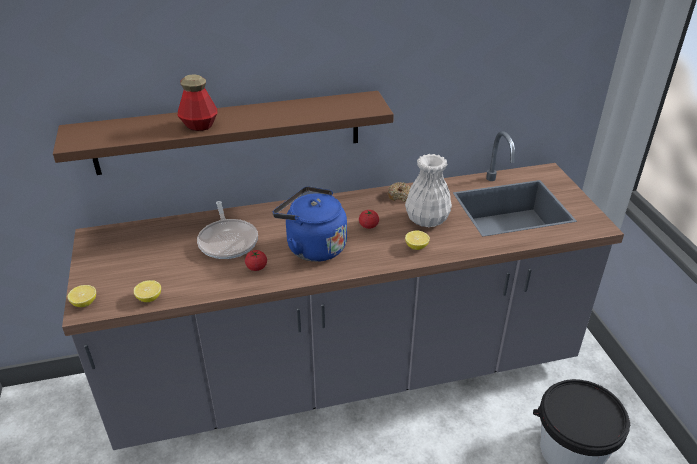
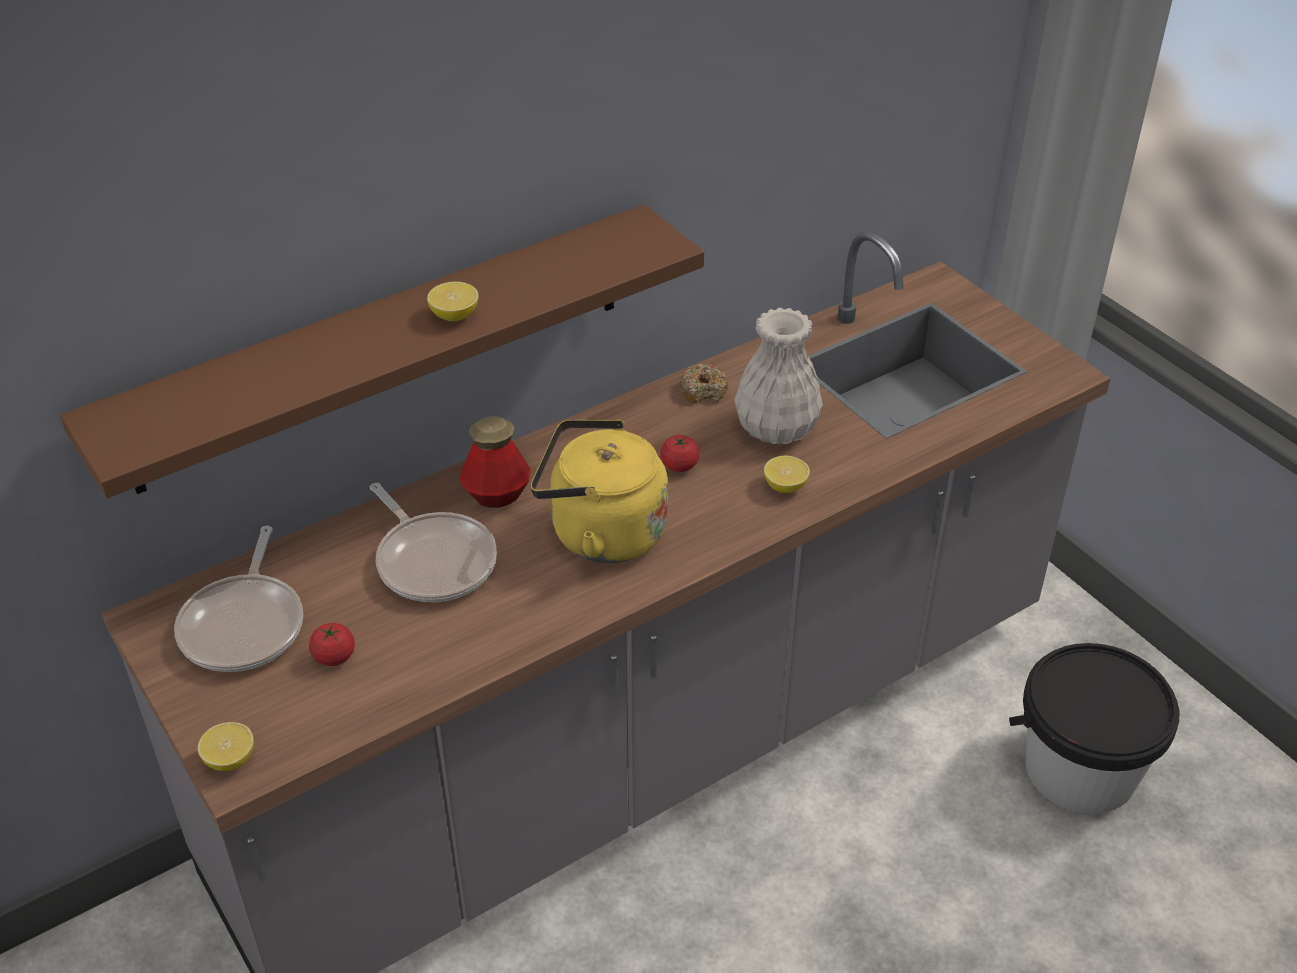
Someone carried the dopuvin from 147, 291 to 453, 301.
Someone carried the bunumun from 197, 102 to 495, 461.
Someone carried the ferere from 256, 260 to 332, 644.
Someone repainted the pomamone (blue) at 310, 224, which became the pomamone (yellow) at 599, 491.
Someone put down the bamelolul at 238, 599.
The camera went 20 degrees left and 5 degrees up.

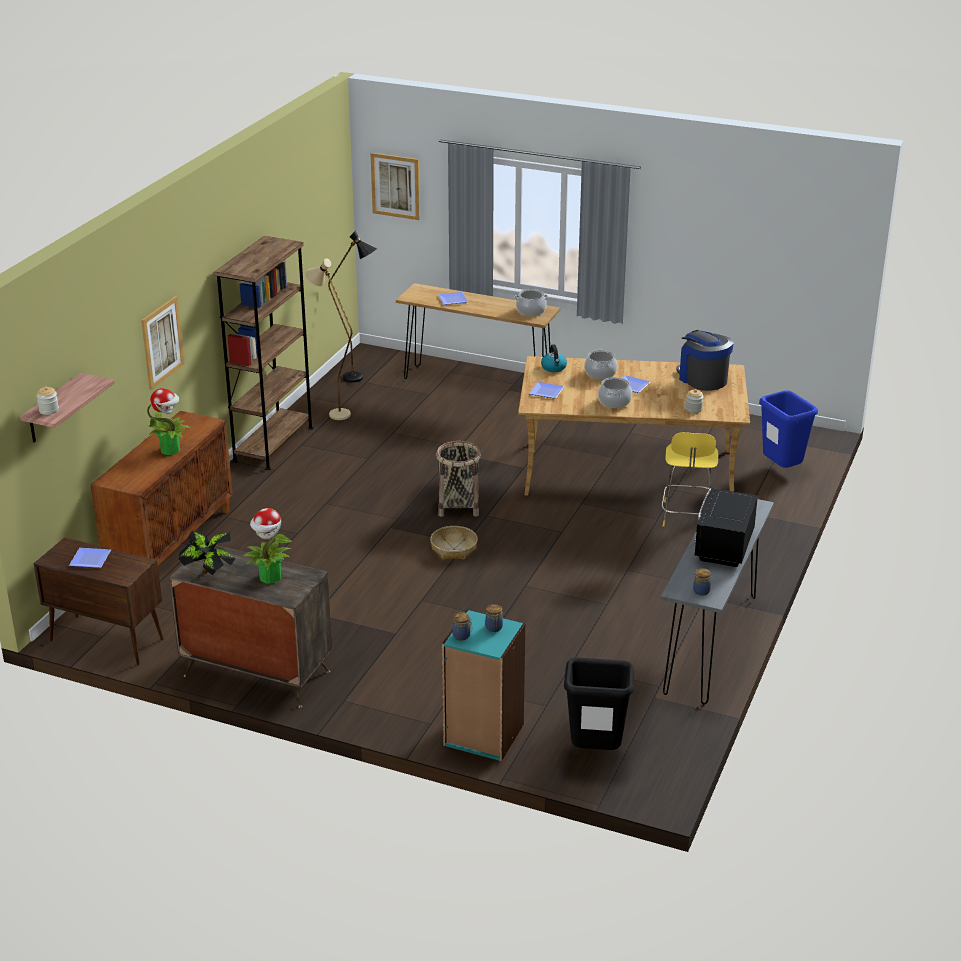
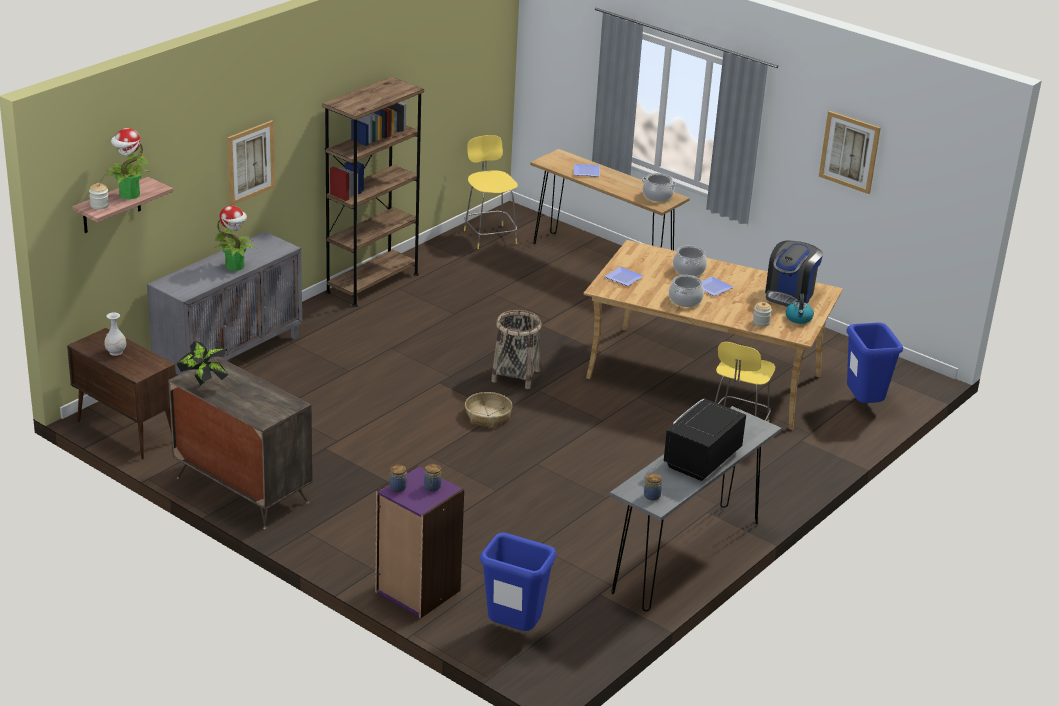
Someone swapped the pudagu at 90, 558 for the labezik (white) at 115, 334.
Someone repainted the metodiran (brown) at 162, 488, which became the metodiran (grey) at 224, 303.
Someone carried the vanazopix from 267, 546 to 128, 163.
Someone took away the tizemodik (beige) at 328, 339.
Someone swapped the tizemodik (black) at 352, 307 for the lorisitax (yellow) at 491, 192.
Someone carried the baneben from 395, 186 to 850, 152.
Someone repainted the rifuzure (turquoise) at 483, 685, which became the rifuzure (purple) at 419, 541.
Someone carried the pomamone from 554, 358 to 800, 308.
Someone repainted the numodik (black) at 599, 703, which became the numodik (blue) at 518, 581.
Someone rotated the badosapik at 705, 360 by 135 degrees counterclockwise.
The camera went 15 degrees right and 0 degrees up.

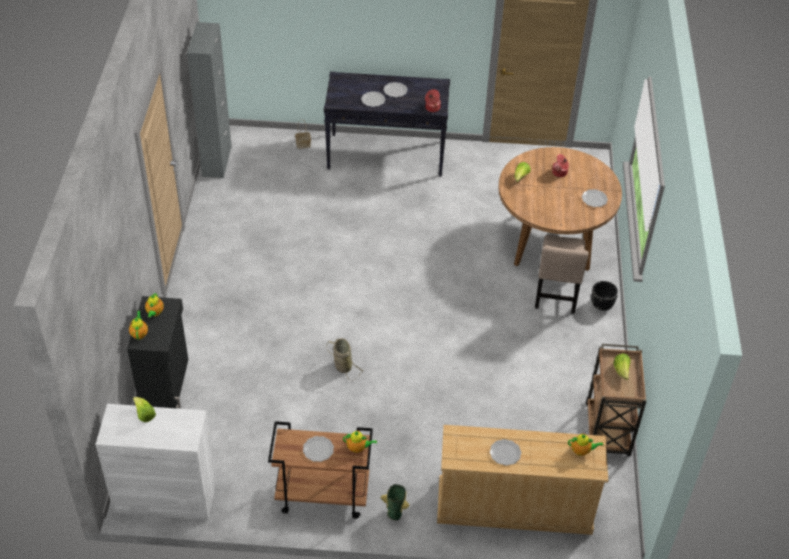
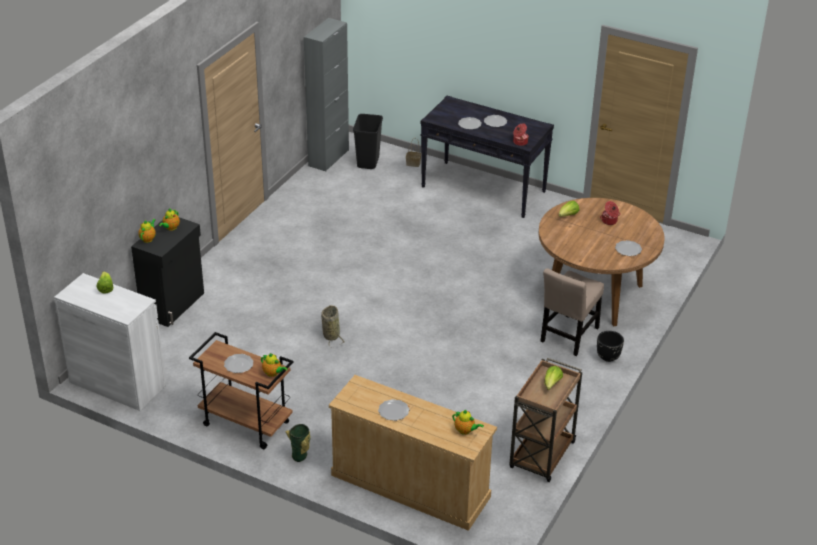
Someone put down the numodik (black) at 368, 141.
The camera went 25 degrees right and 10 degrees down.

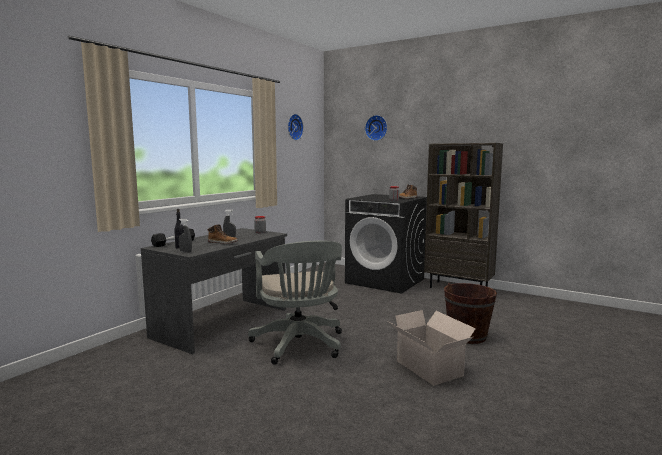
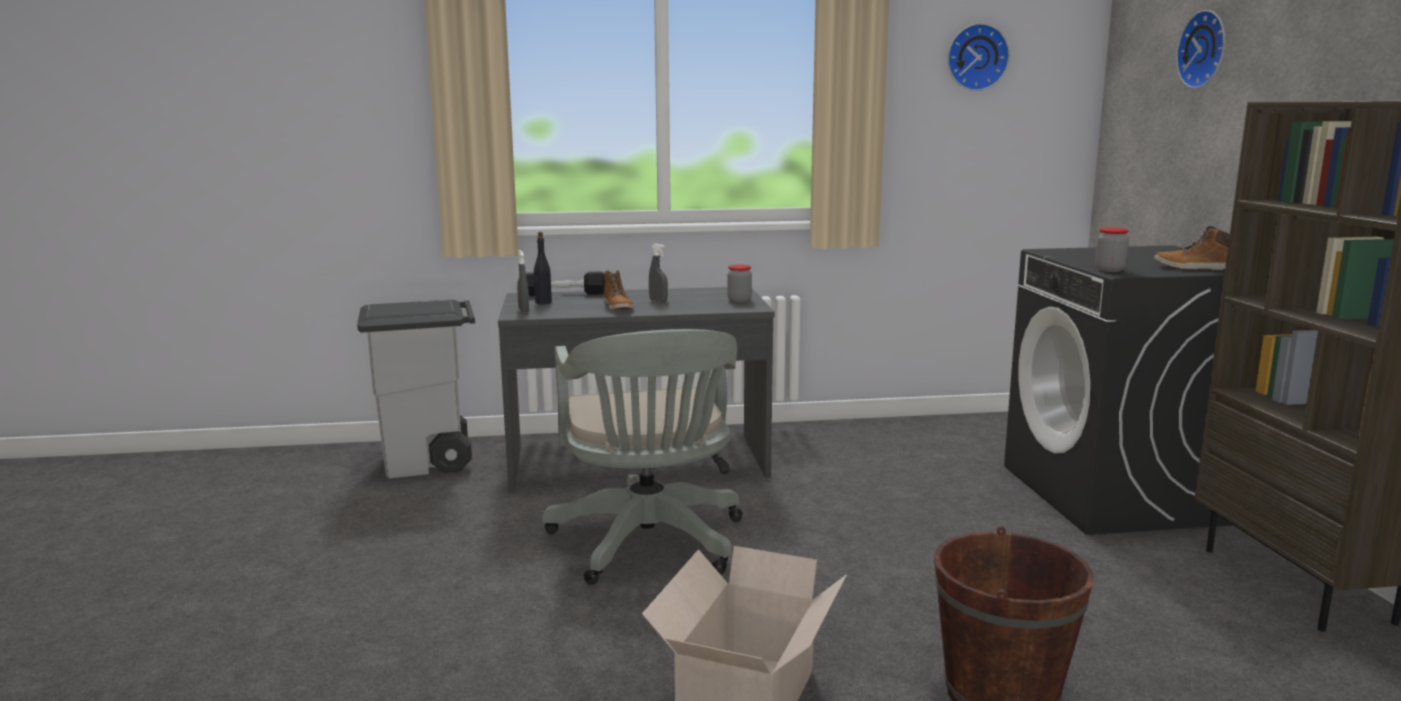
Someone rotated the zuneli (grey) at 295, 302 by 45 degrees counterclockwise.
Someone put down the numodik (grey) at 416, 389.
The camera went 50 degrees right and 5 degrees up.

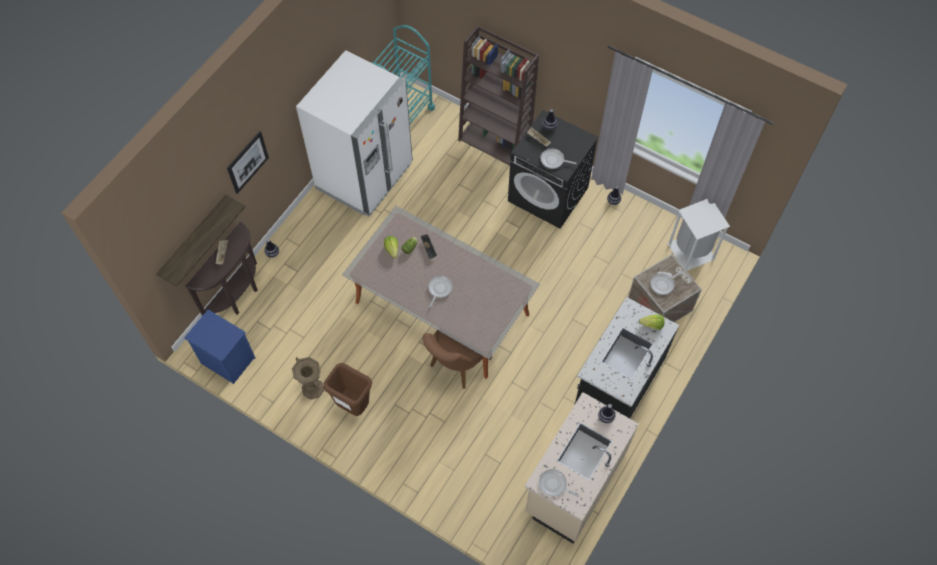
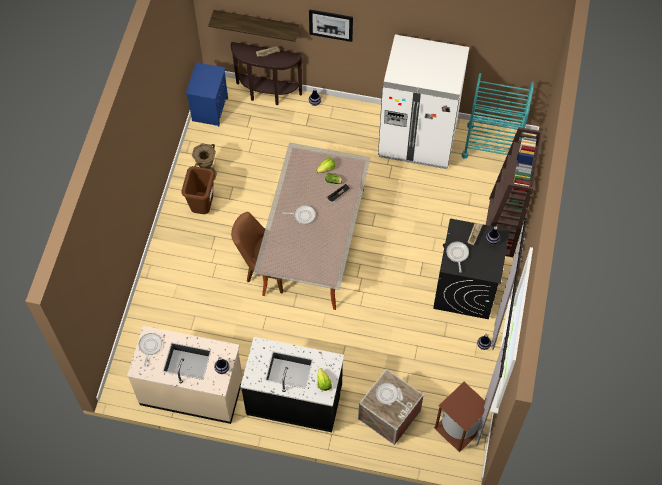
Someone repainted the numodik (white) at 698, 235, which became the numodik (brown) at 459, 417.
The camera went 70 degrees right and 0 degrees up.

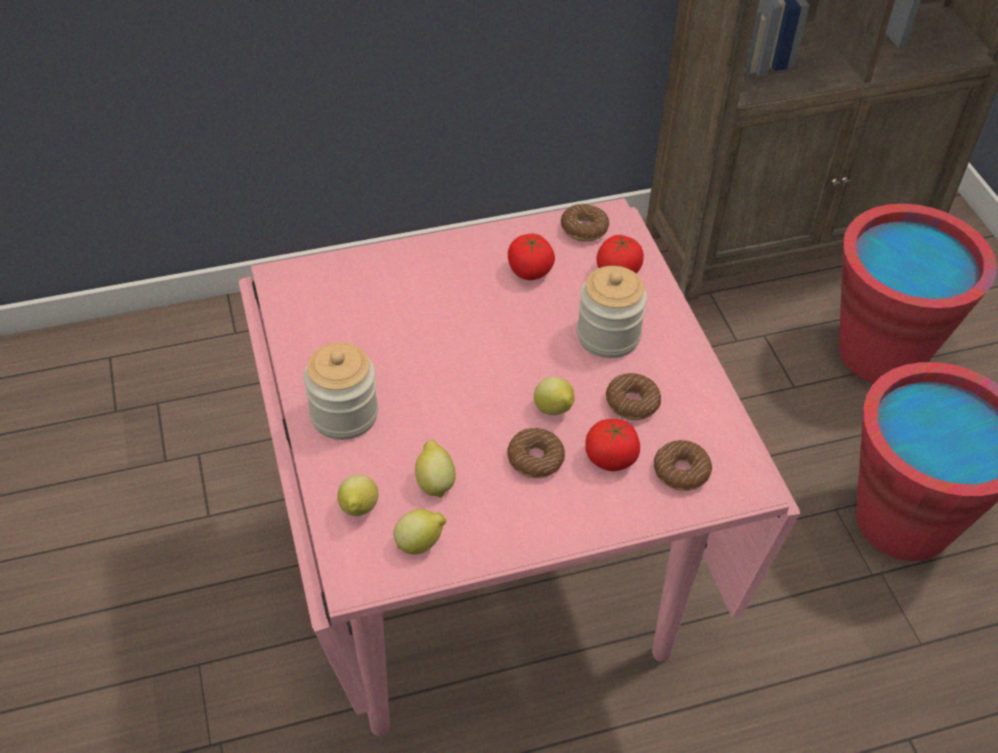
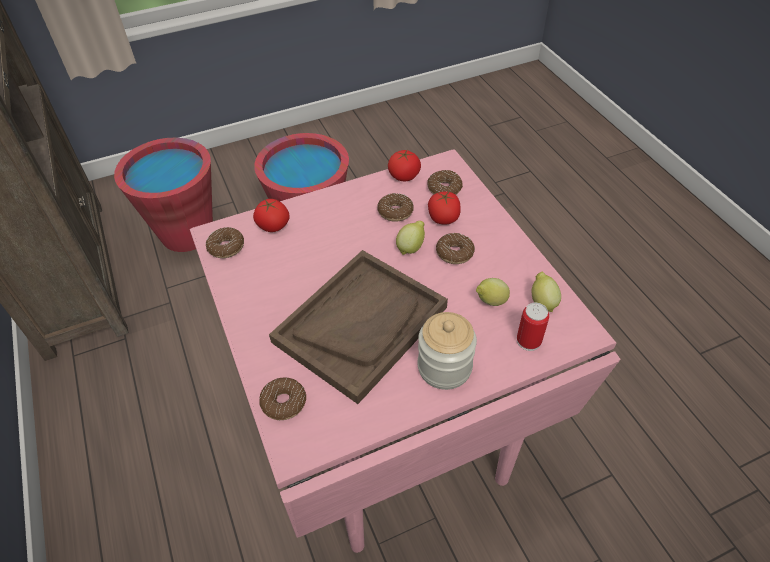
Someone swapped the dopuvin at 357, 495 for the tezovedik at 533, 327.
Someone carried the ferere from 531, 257 to 404, 165.
Someone took away the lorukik at 612, 312.
Someone put down the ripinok at 282, 399.
Someone put down the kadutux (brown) at 358, 327.
The camera went 95 degrees left and 0 degrees up.

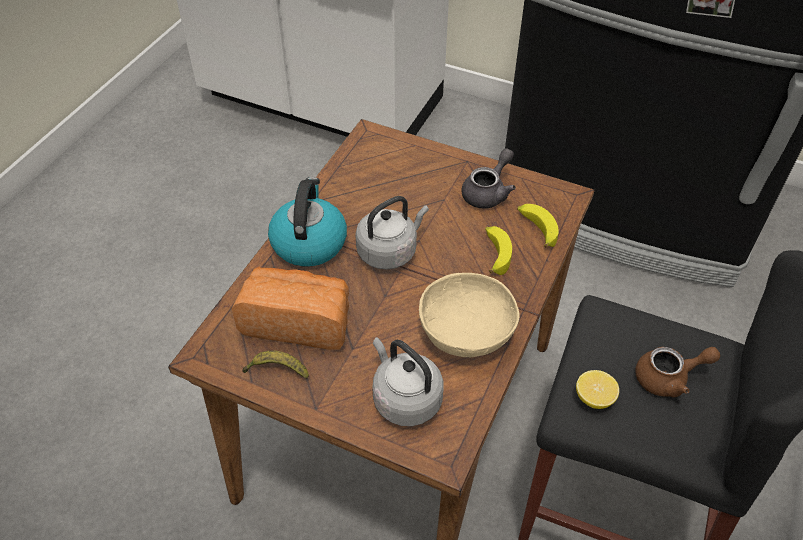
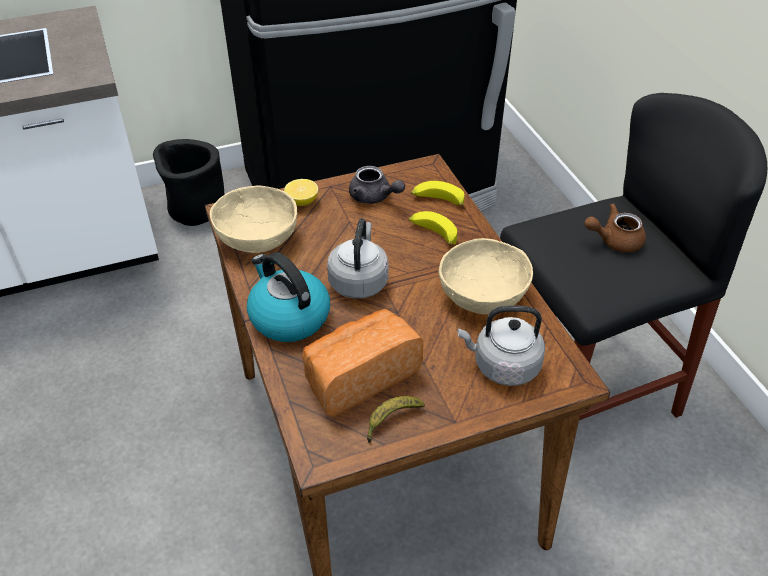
Someone rotated the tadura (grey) at 488, 178 by 135 degrees clockwise.
Someone carried the dopuvin from 597, 389 to 301, 192.
Someone rotated the tadura (brown) at 677, 372 by 135 degrees counterclockwise.
Someone put down the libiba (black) at 189, 182.
Someone put down the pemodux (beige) at 253, 219.
The camera went 45 degrees left and 5 degrees down.

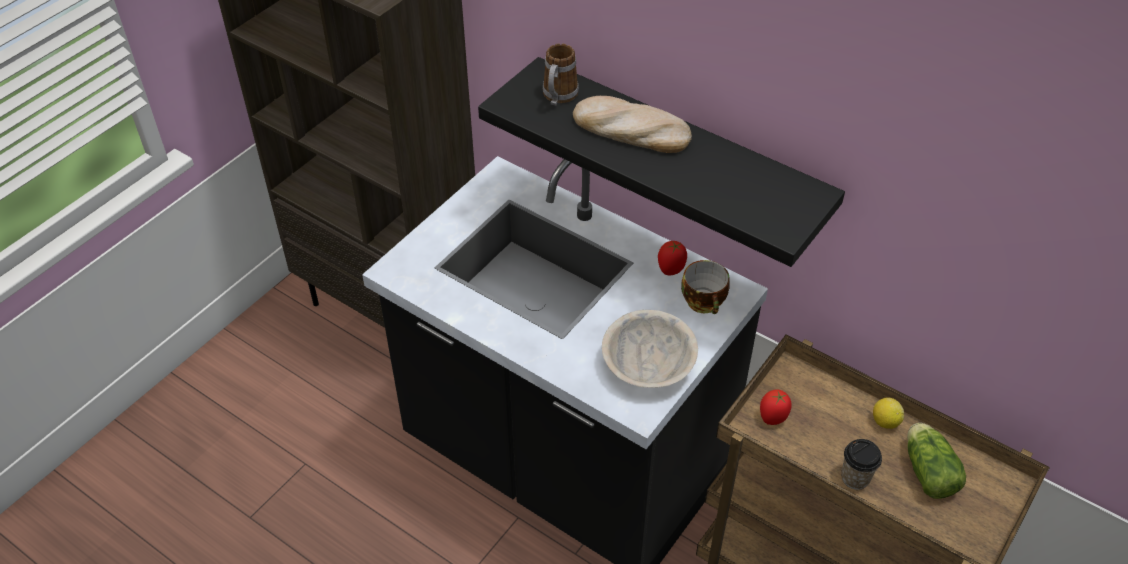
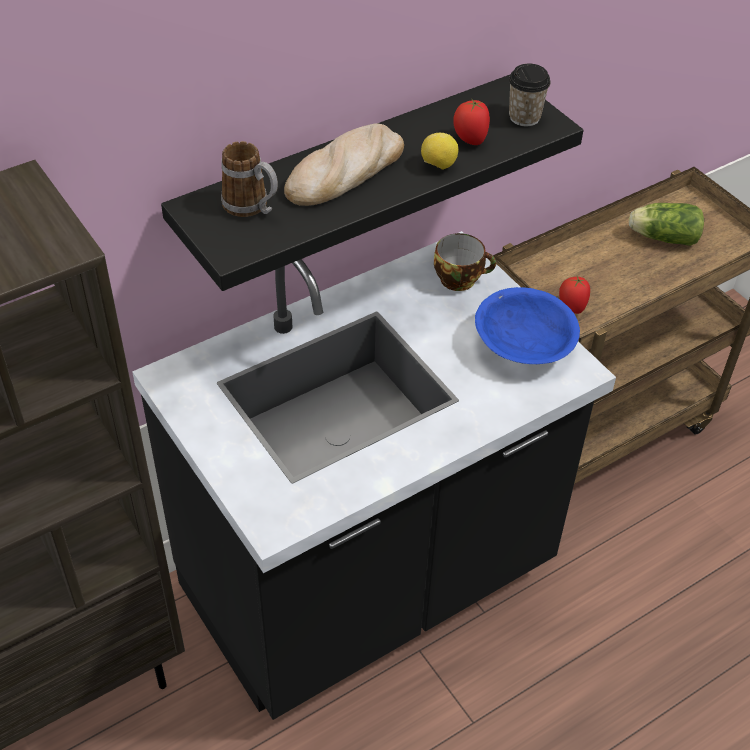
Someone repainted the pemodux (beige) at 650, 349, which became the pemodux (blue) at 527, 325.
Someone carried the ferere from 672, 258 to 471, 121.
Someone carried the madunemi from 861, 464 to 530, 95.
Someone carried the dopuvin from 888, 413 to 440, 151.
The camera went 70 degrees left and 0 degrees up.

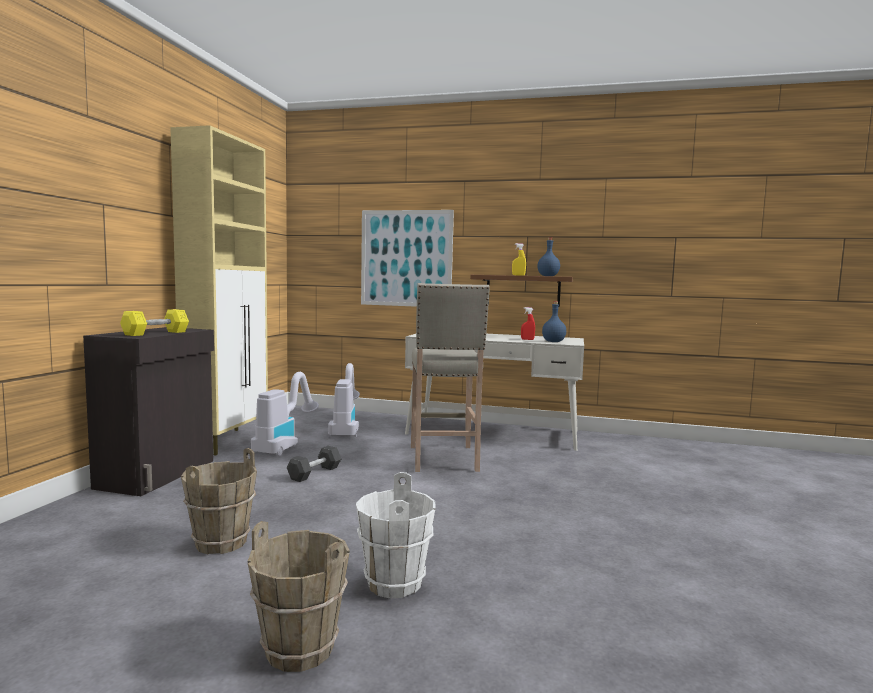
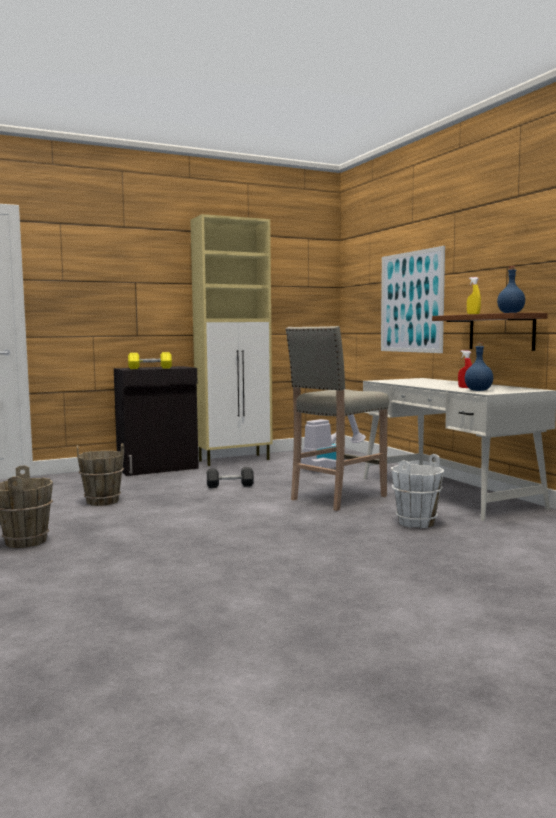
Someone took away the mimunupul at 285, 414.
Someone carried the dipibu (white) from 396, 535 to 417, 491.
The camera went 50 degrees right and 0 degrees up.

